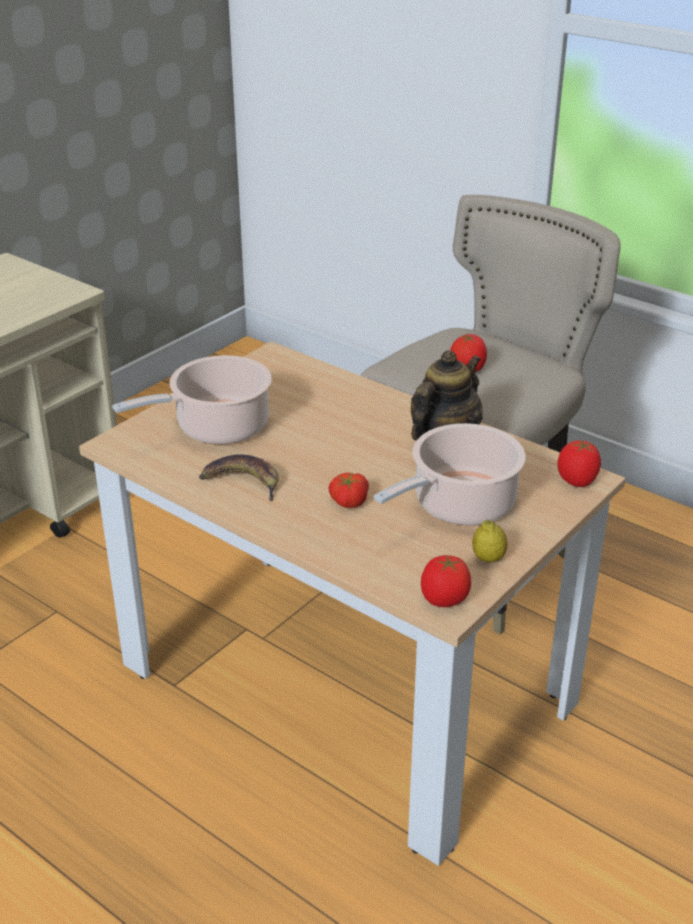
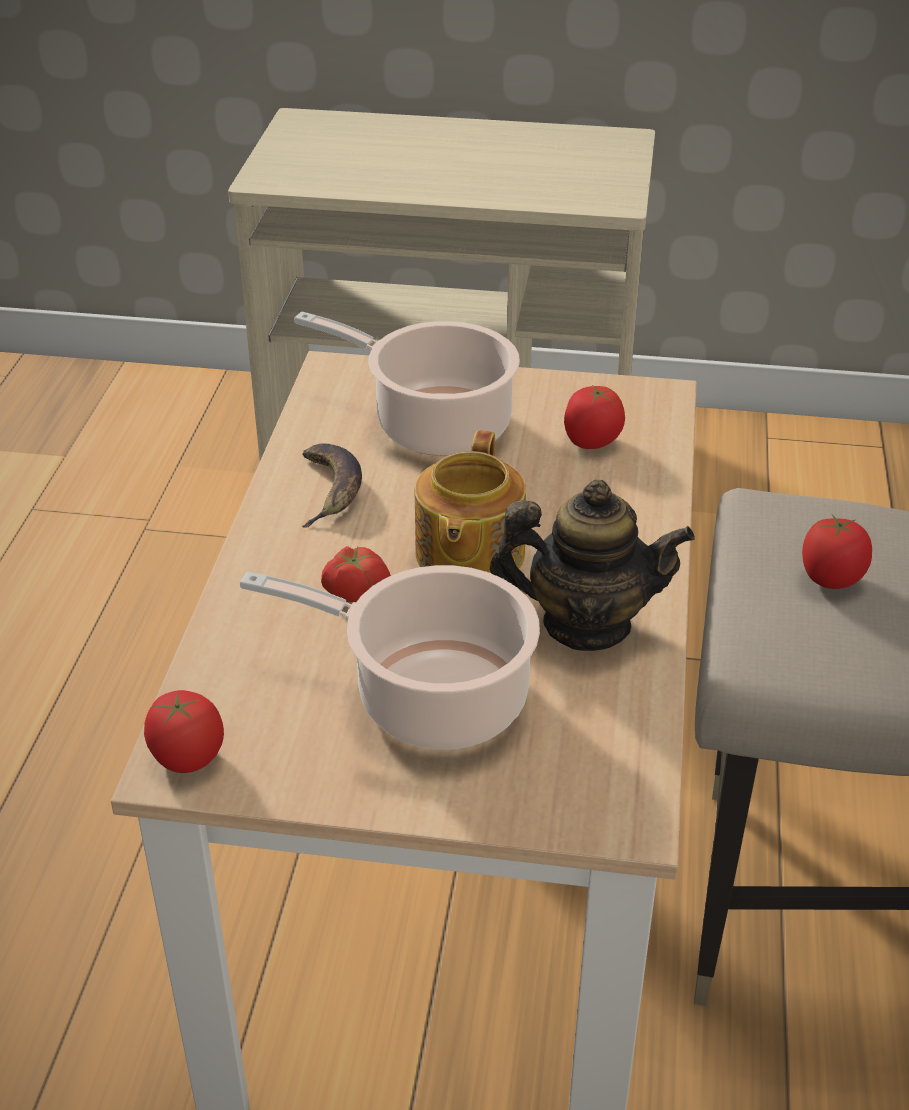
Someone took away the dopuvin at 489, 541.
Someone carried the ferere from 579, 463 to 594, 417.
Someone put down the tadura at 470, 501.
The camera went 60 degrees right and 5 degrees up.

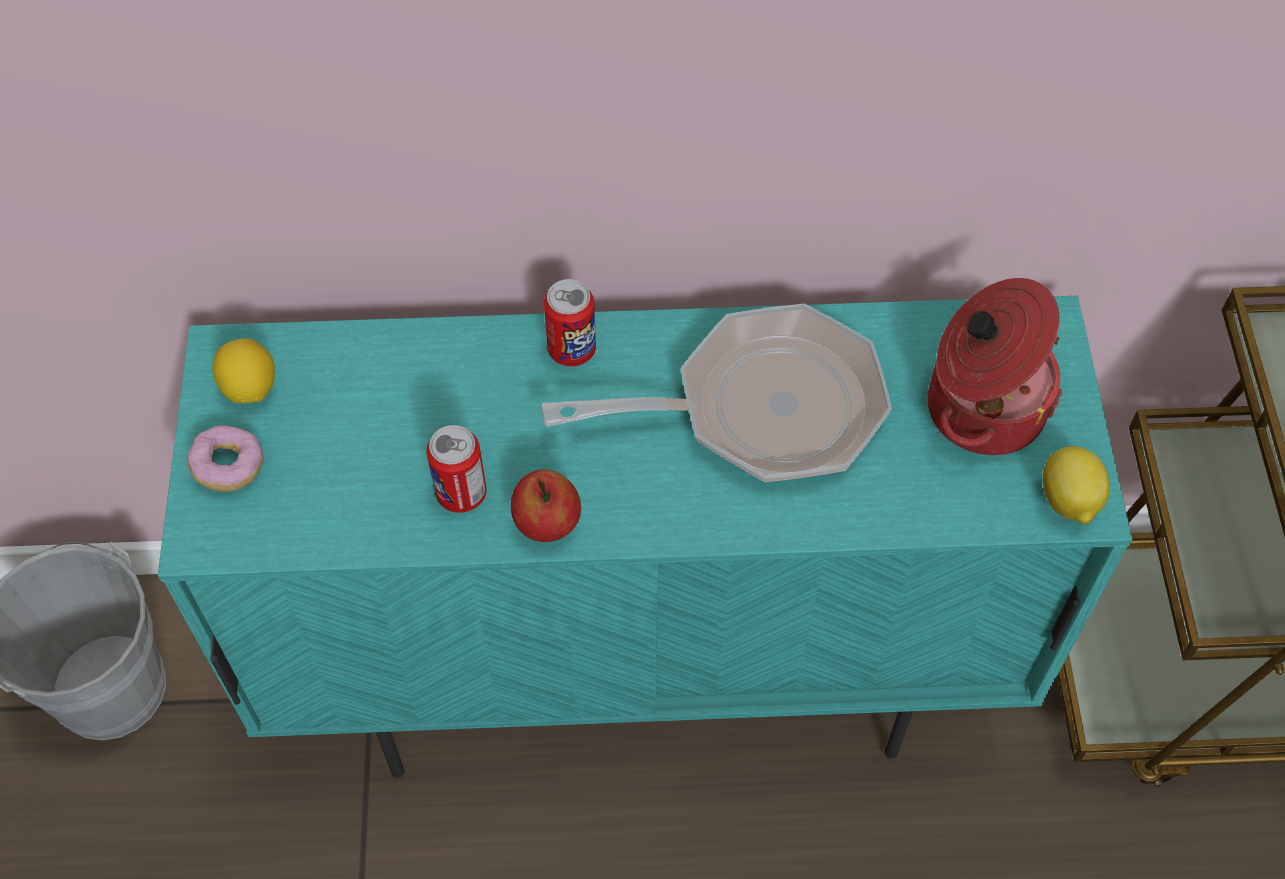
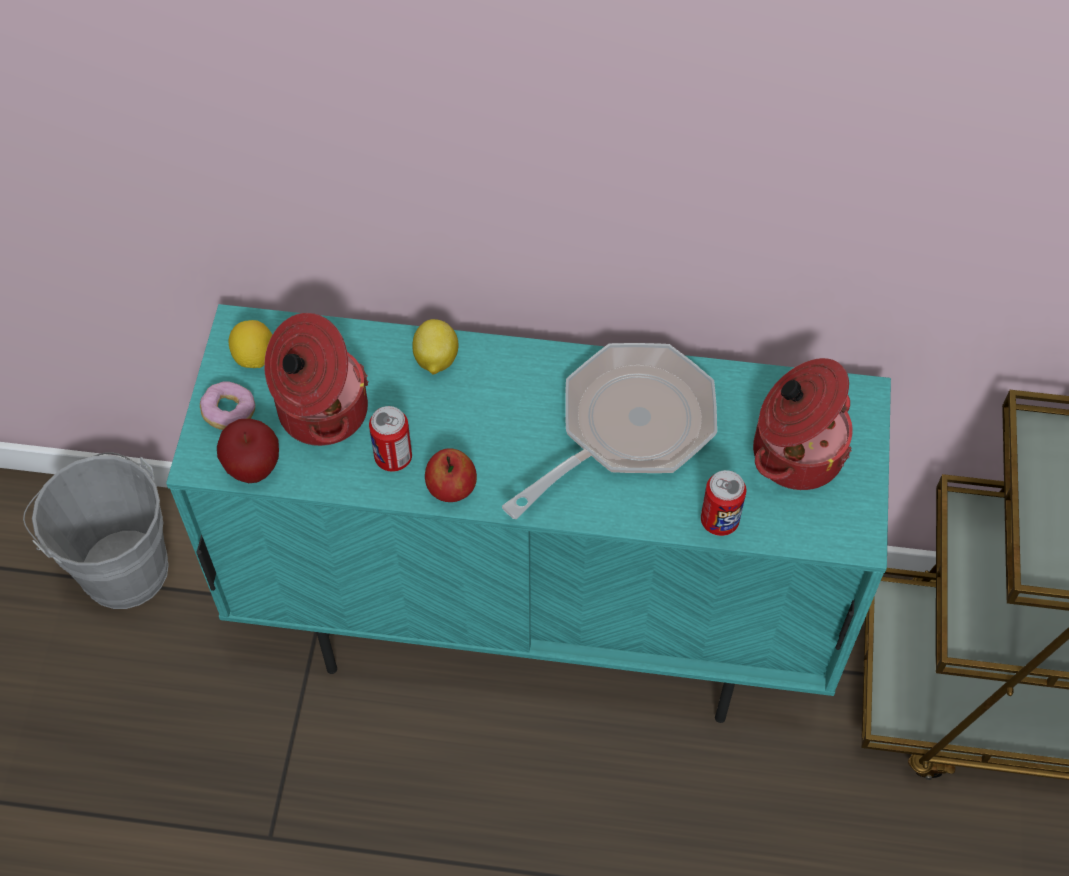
Someone rotated the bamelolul at 716, 393 by 45 degrees counterclockwise.
Someone carried the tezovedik from 570, 323 to 723, 503.
Someone carried the dopuvin from 1076, 485 to 435, 347.
Someone put down the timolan at 248, 451.
Someone put down the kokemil at 316, 379.
The camera went 10 degrees right and 0 degrees up.

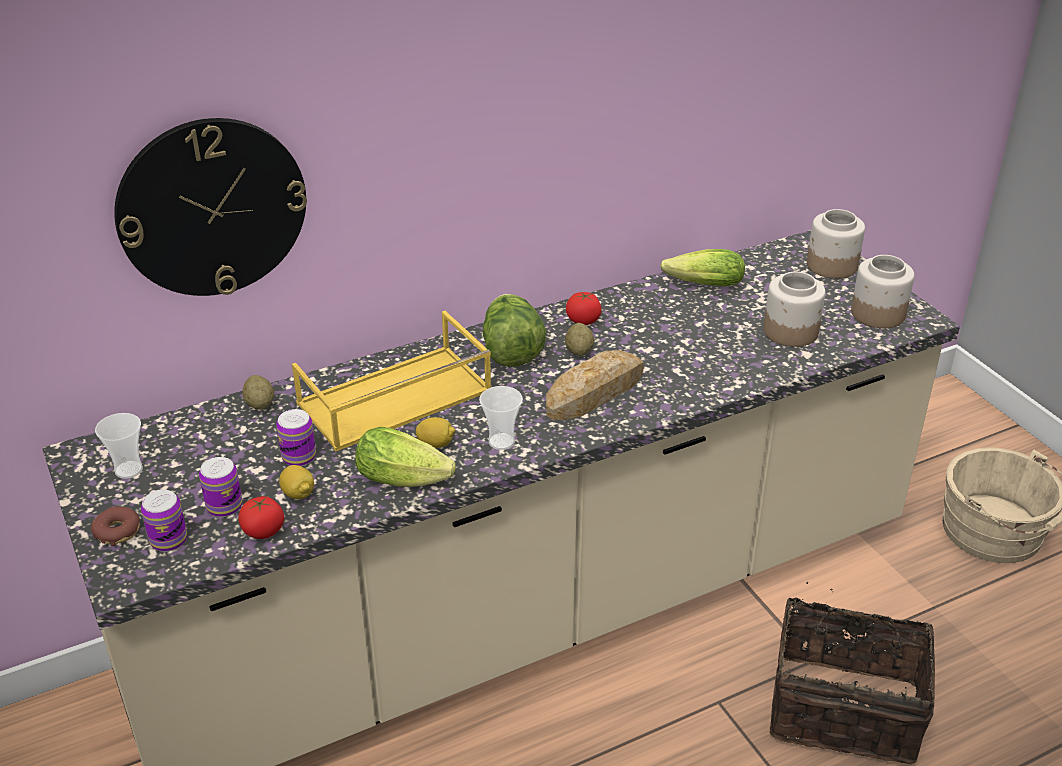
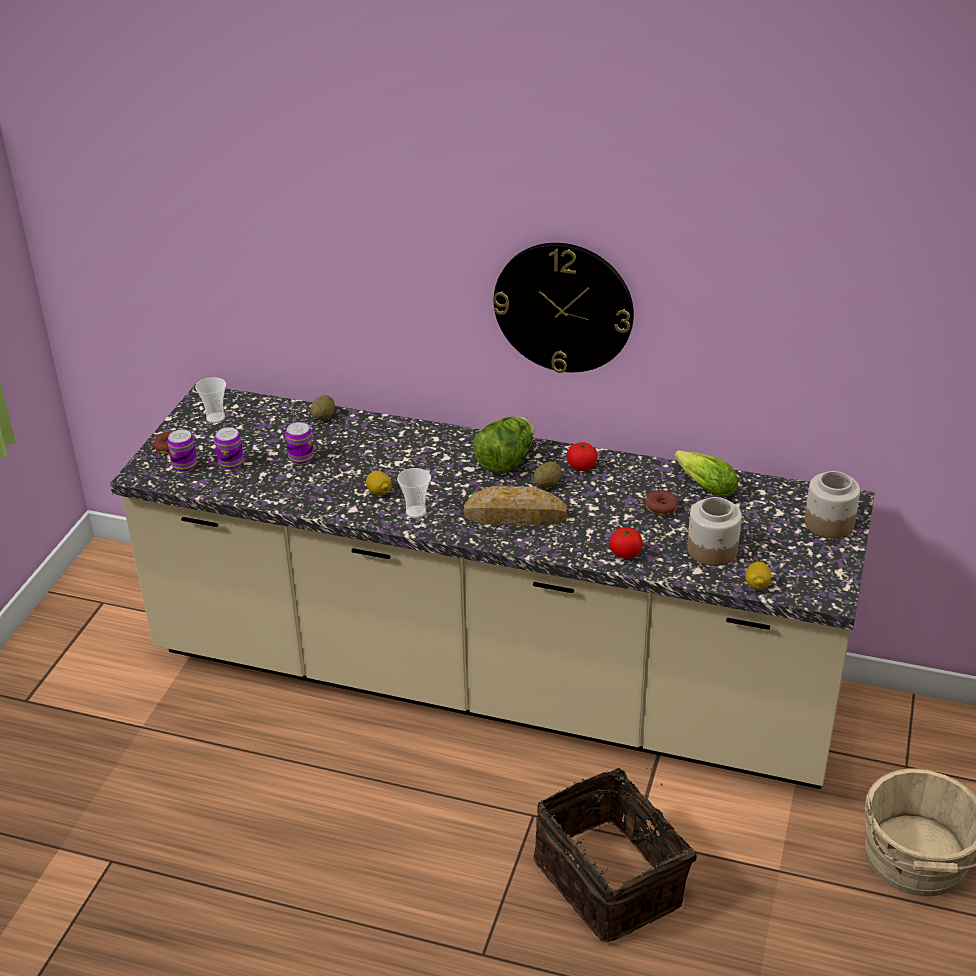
Someone carried the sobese from 210, 207 to 563, 308.
Someone carried the ferere from 261, 517 to 626, 543.
Someone carried the dopuvin from 296, 482 to 758, 576.
Someone took away the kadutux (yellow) at 391, 381.
Someone took away the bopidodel at 405, 457.
Someone took away the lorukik at 882, 291.
Someone put down the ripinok at 662, 502.
The camera went 45 degrees right and 0 degrees up.

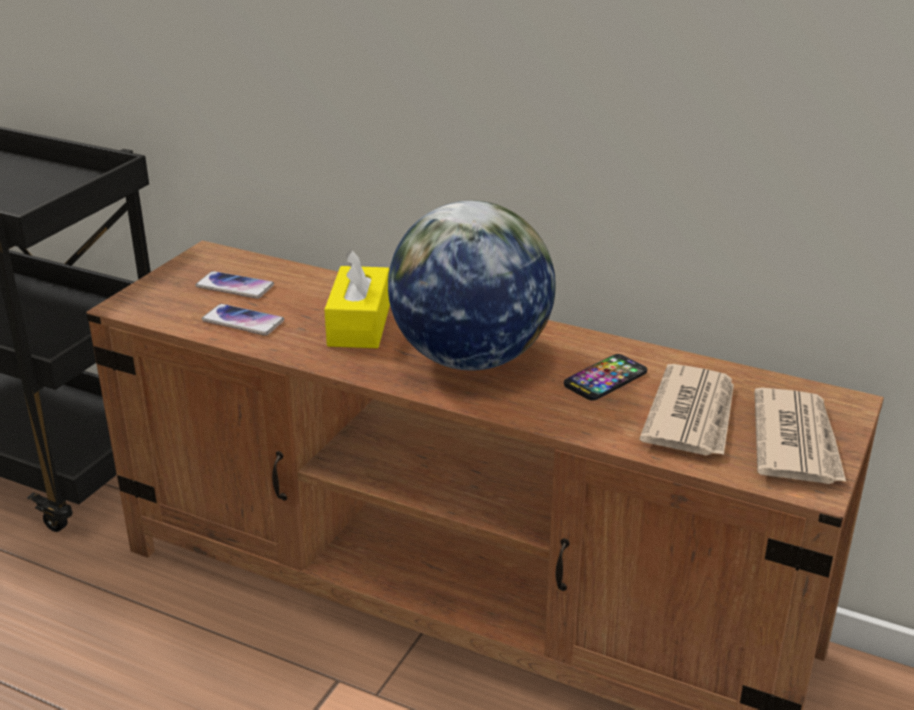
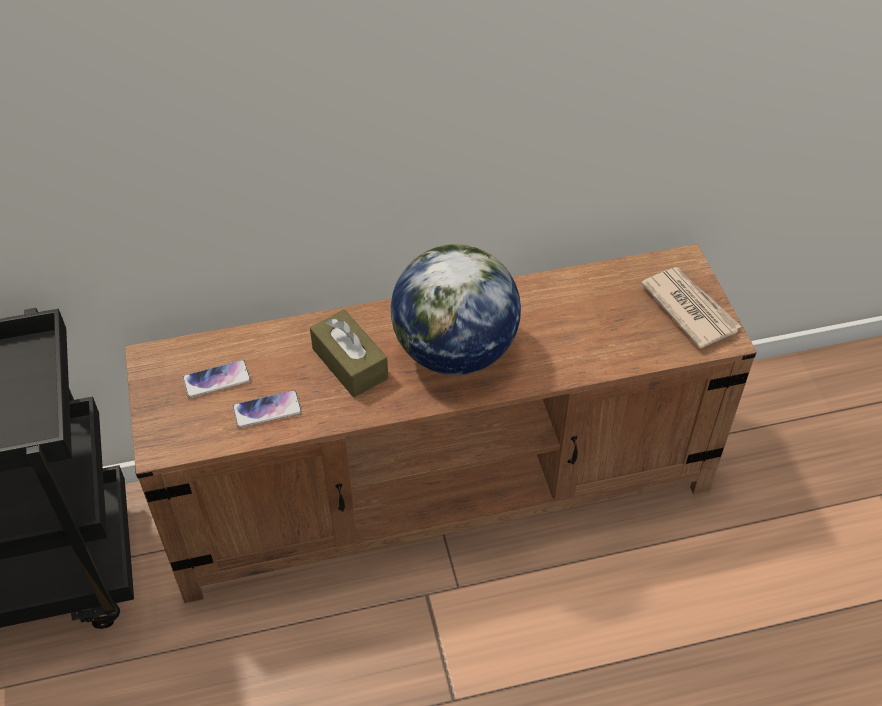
Someone repainted the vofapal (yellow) at 357, 298, which became the vofapal (brown) at 349, 354.
Someone took away the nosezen at 605, 377.
Someone took away the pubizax at 687, 410.
The camera went 40 degrees left and 20 degrees up.

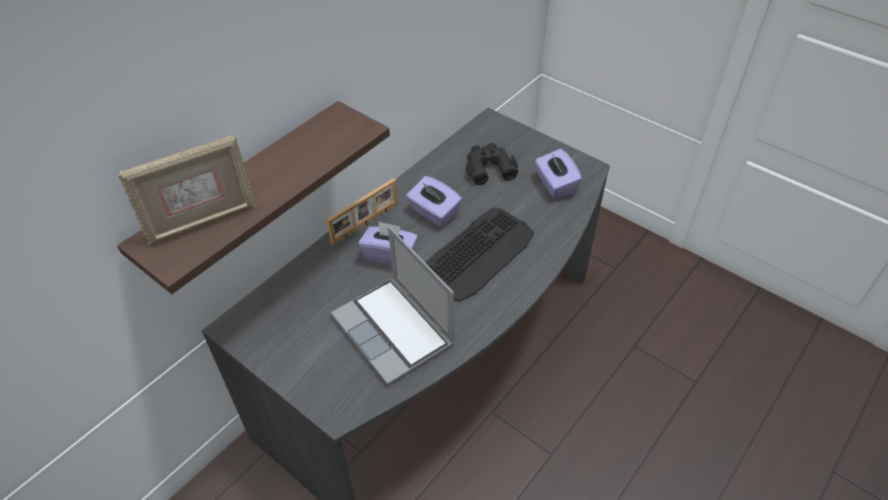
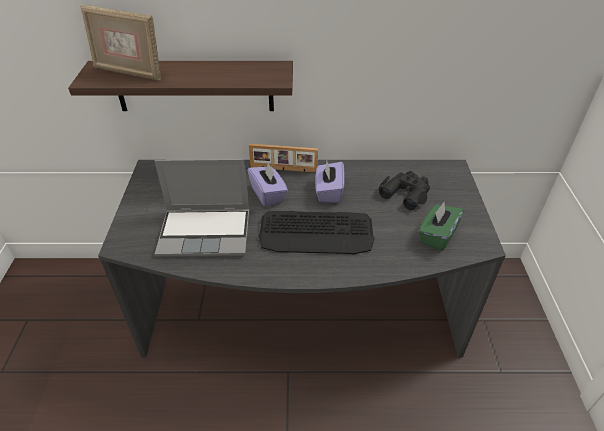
Someone rotated the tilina at 393, 306 by 105 degrees counterclockwise.
Someone repainted the vofapal (purple) at 558, 174, which became the vofapal (green) at 441, 226.
The camera went 50 degrees right and 5 degrees down.

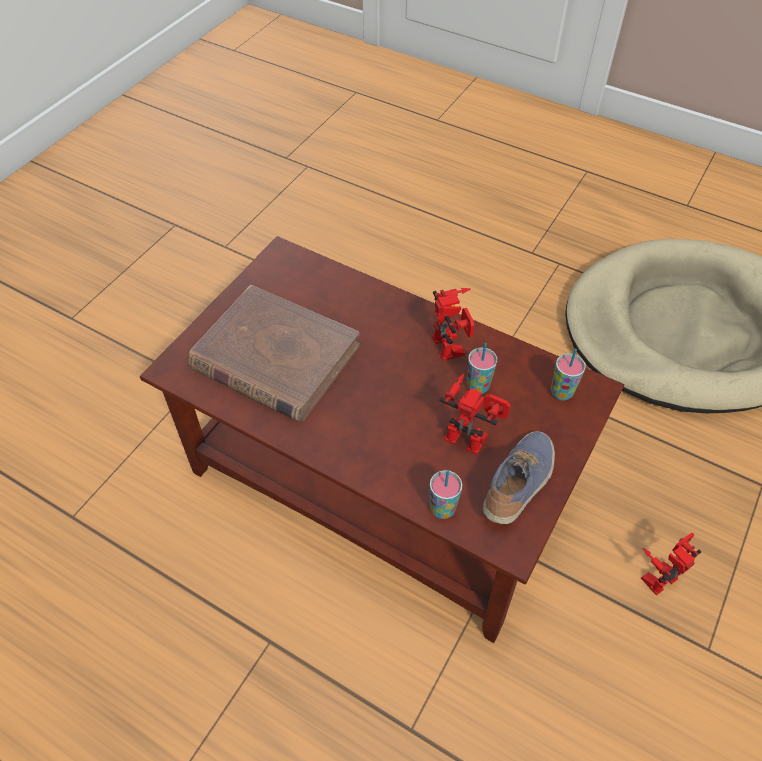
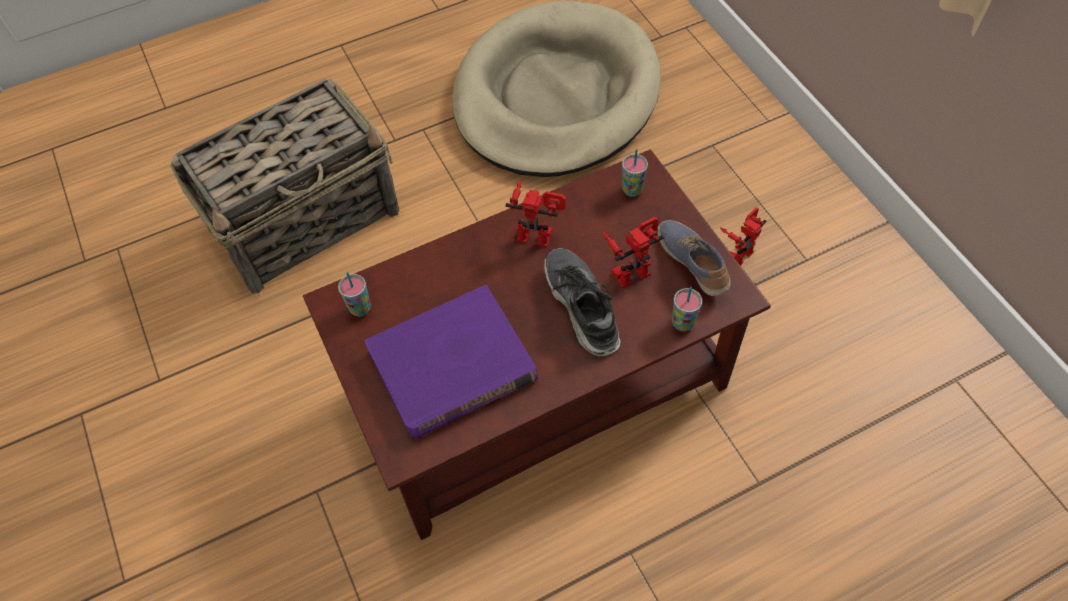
Someone repainted the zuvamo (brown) at 274, 353, which became the zuvamo (purple) at 451, 361.
Someone carried the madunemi from 482, 368 to 354, 294.
Someone rotated the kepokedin at 671, 564 by 45 degrees clockwise.
Someone put down the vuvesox at 285, 186.
Someone put down the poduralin at 582, 302.
The camera went 55 degrees left and 5 degrees up.

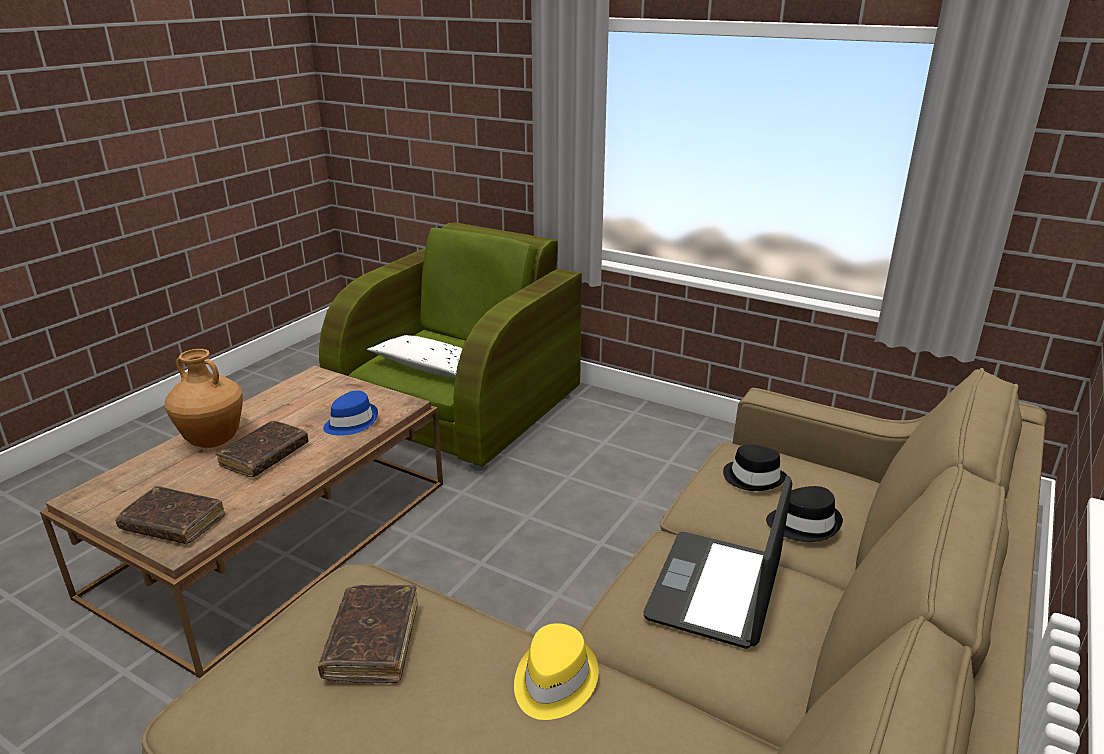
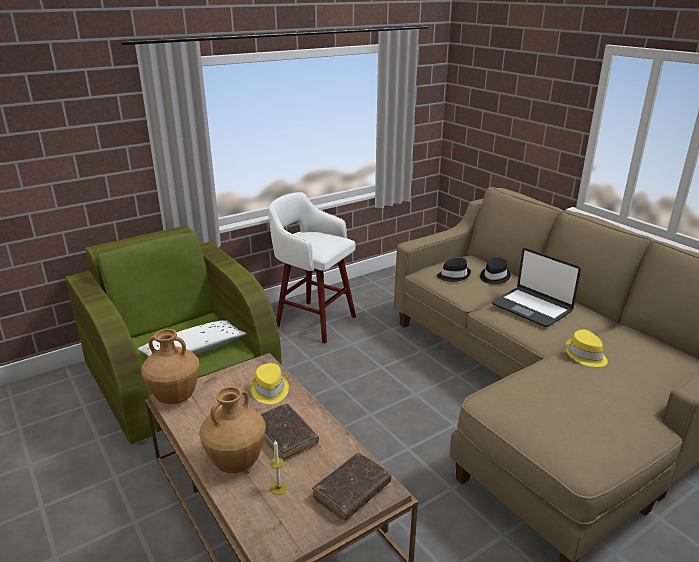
Someone took away the zuvamo (brown) at 368, 634.
Someone repainted the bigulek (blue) at 350, 413, which became the bigulek (yellow) at 269, 383.
Someone put down the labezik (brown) at 170, 366.
Someone put down the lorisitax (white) at 312, 267.
Someone put down the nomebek at 278, 467.
The camera went 65 degrees left and 0 degrees up.

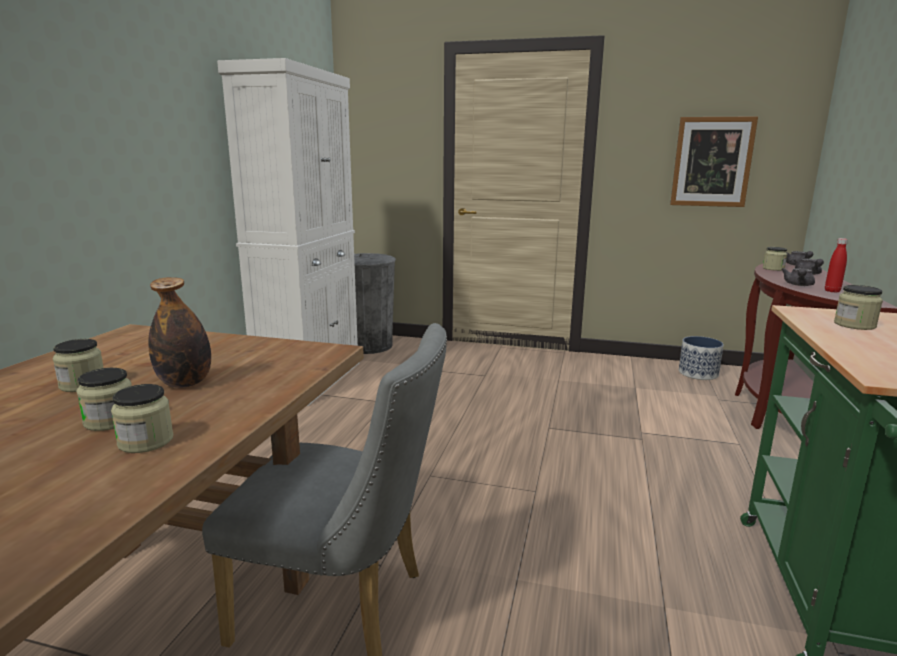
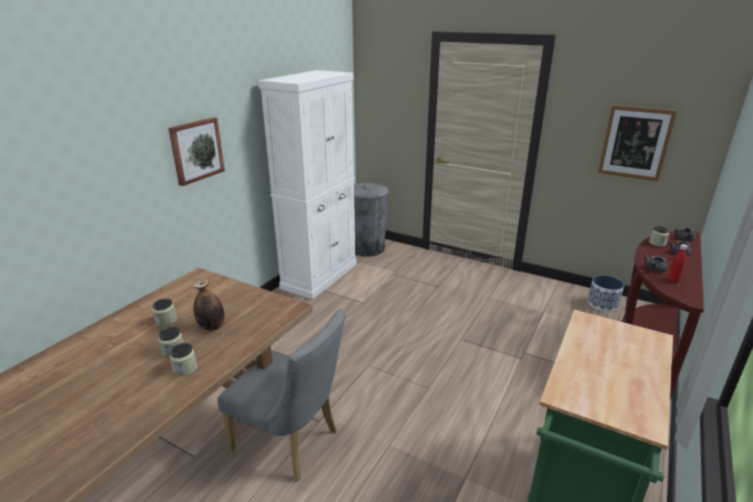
Someone took away the lorukik at 858, 307.
Someone put up the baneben at 196, 151.
The camera went 15 degrees right and 10 degrees up.

